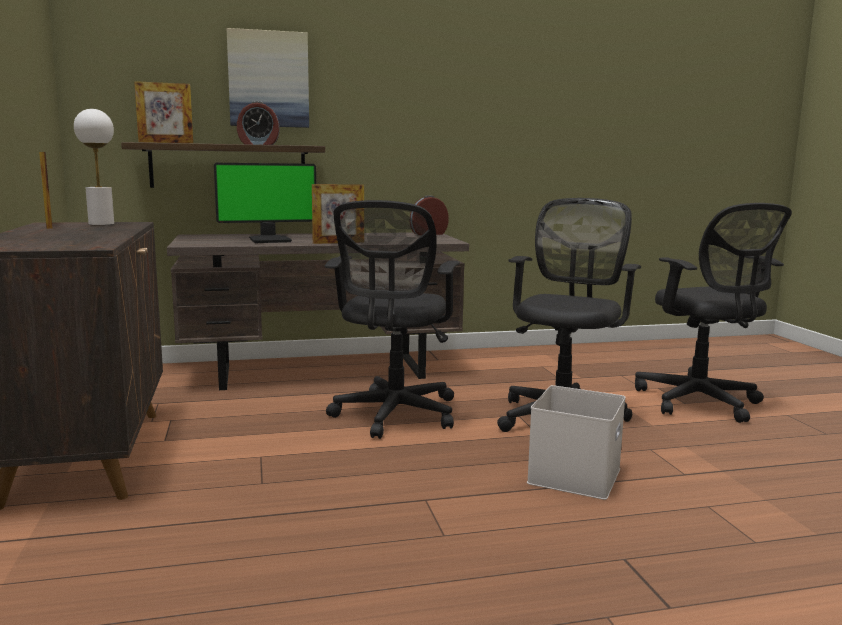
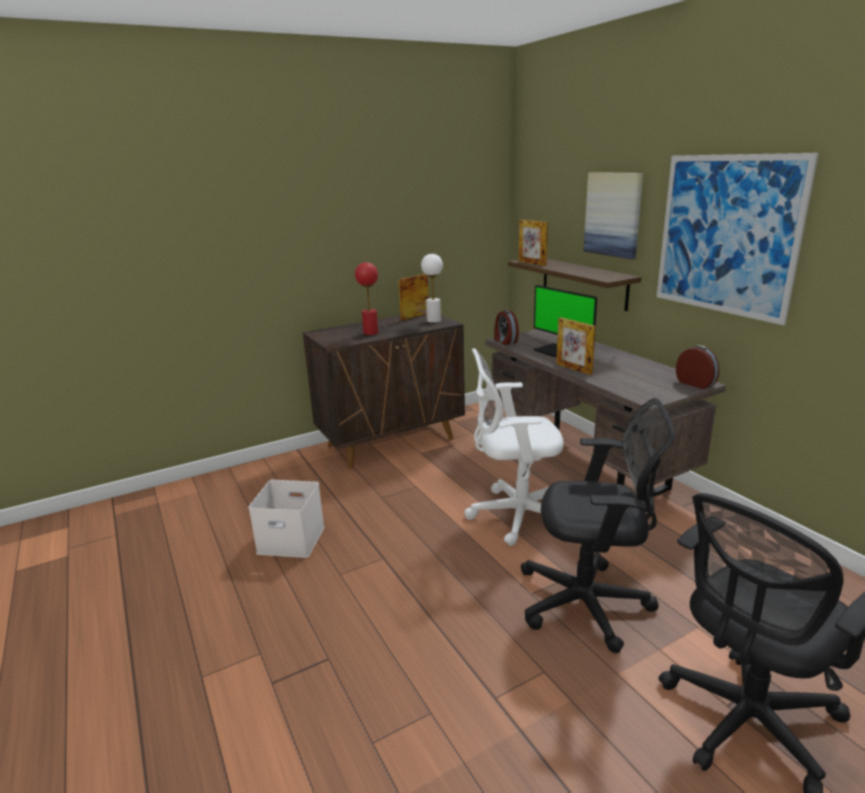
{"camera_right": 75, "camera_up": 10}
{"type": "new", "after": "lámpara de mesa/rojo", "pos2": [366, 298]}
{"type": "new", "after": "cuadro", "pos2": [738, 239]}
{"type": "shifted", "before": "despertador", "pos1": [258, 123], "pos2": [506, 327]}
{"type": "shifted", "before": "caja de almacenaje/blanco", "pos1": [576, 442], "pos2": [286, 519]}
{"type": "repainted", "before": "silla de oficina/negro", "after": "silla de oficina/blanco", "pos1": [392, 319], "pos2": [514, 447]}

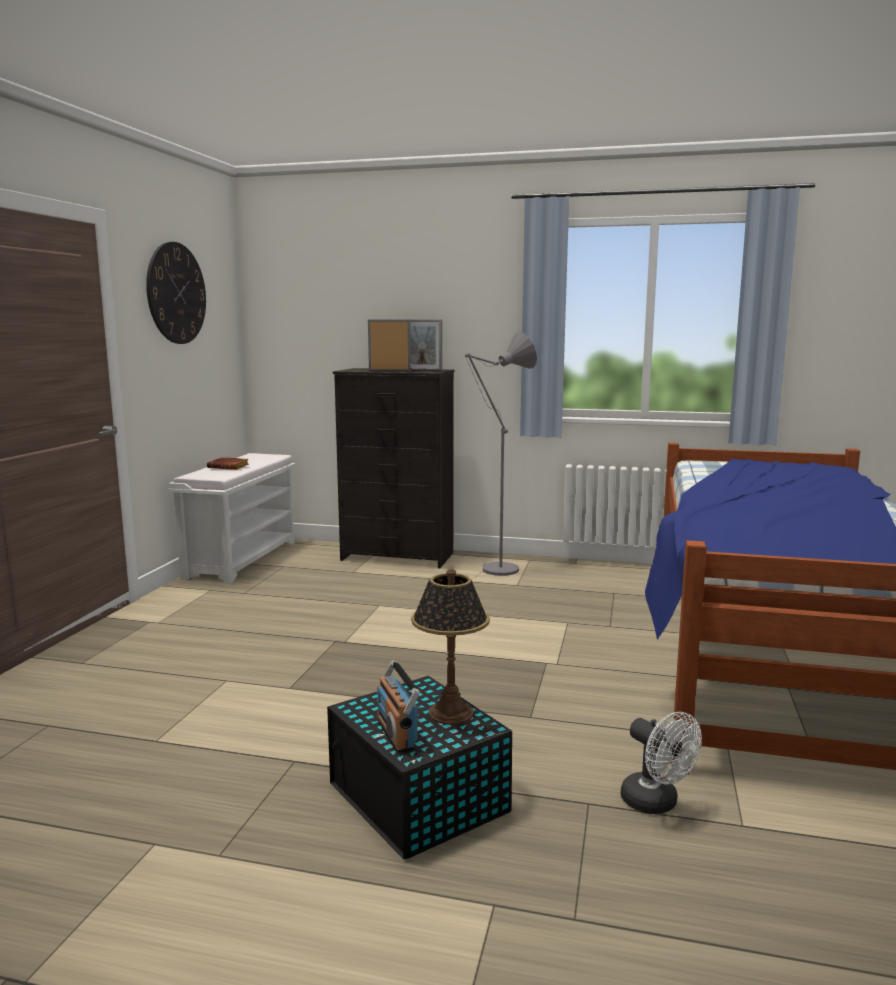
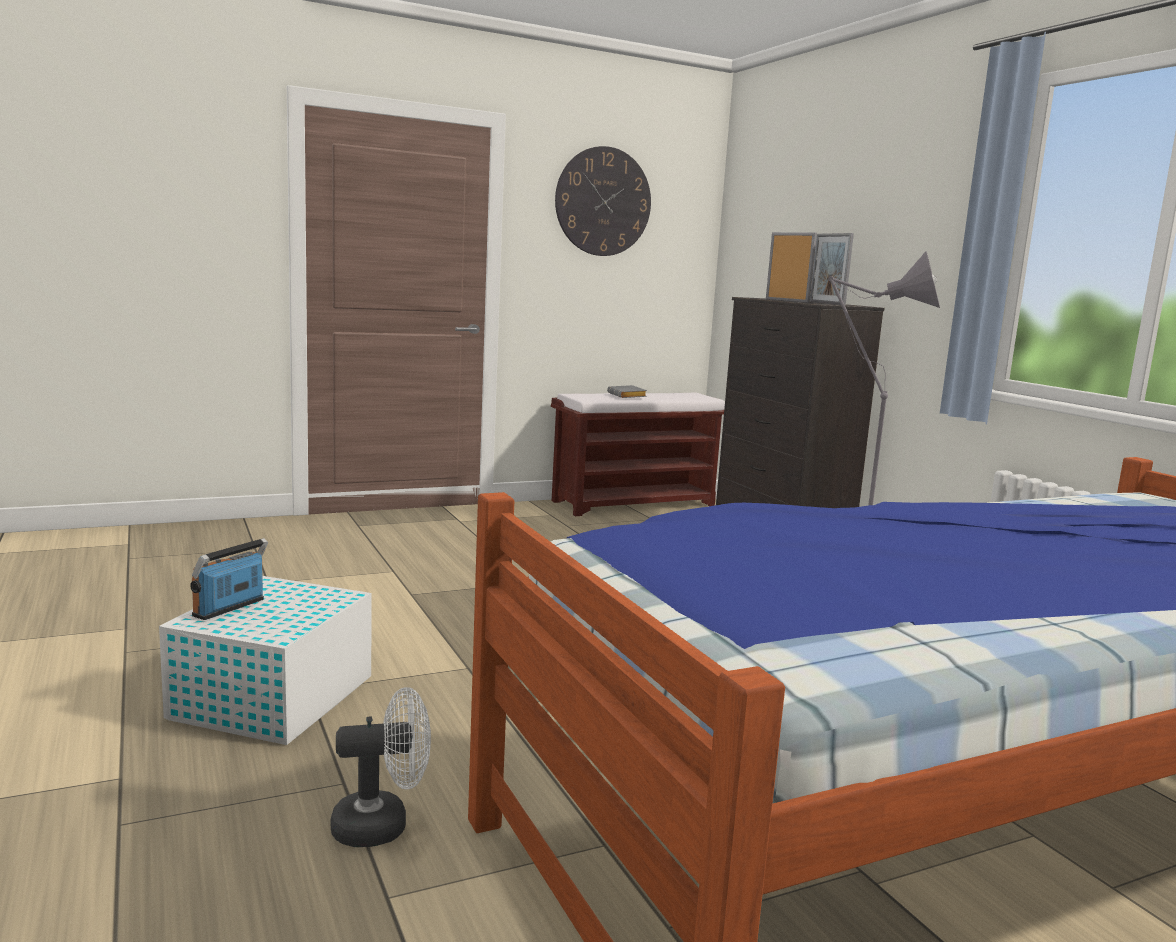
{"camera_right": 50, "camera_up": 0}
{"type": "gone", "before": "lámpara de mesa", "pos1": [450, 647]}
{"type": "repainted", "before": "banco/blanco", "after": "banco/marrón", "pos1": [232, 518], "pos2": [638, 454]}
{"type": "repainted", "before": "libro/marrón", "after": "libro/gris", "pos1": [228, 463], "pos2": [627, 391]}
{"type": "repainted", "before": "caja de almacenaje/negro", "after": "caja de almacenaje/blanco", "pos1": [419, 768], "pos2": [265, 660]}
{"type": "rotated", "before": "ventilador/blanco", "pos1": [661, 763], "pos2": [381, 767], "turn": -120}

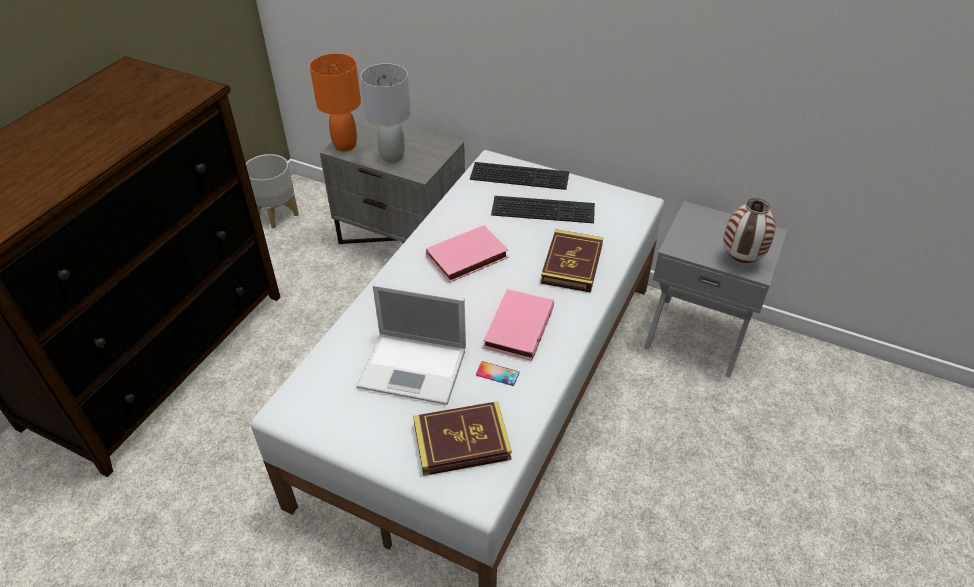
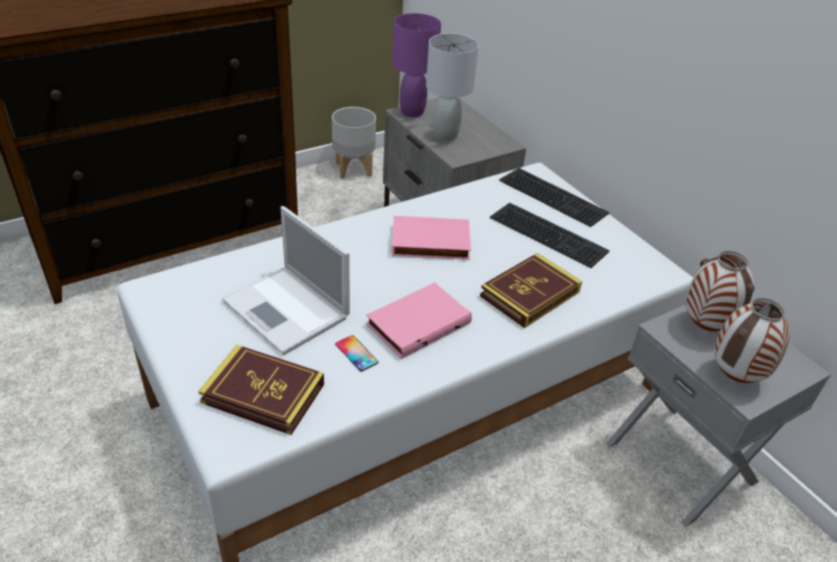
{"camera_right": 30, "camera_up": -5}
{"type": "new", "after": "florero", "pos2": [720, 291]}
{"type": "repainted", "before": "lámpara de mesa/naranja", "after": "lámpara de mesa/morado", "pos1": [335, 102], "pos2": [416, 65]}

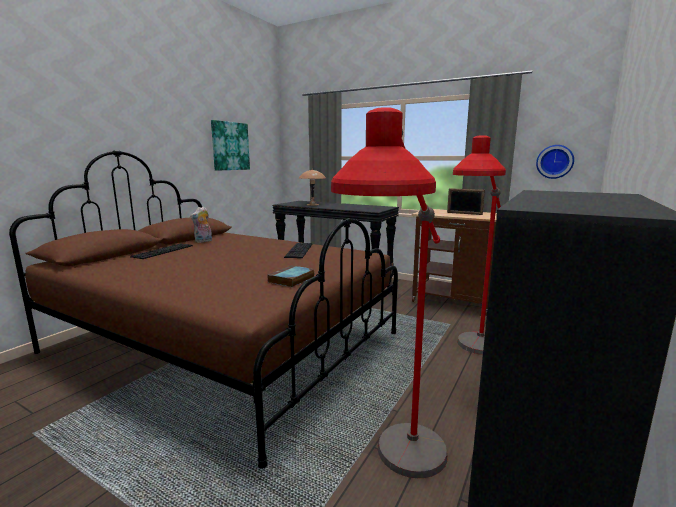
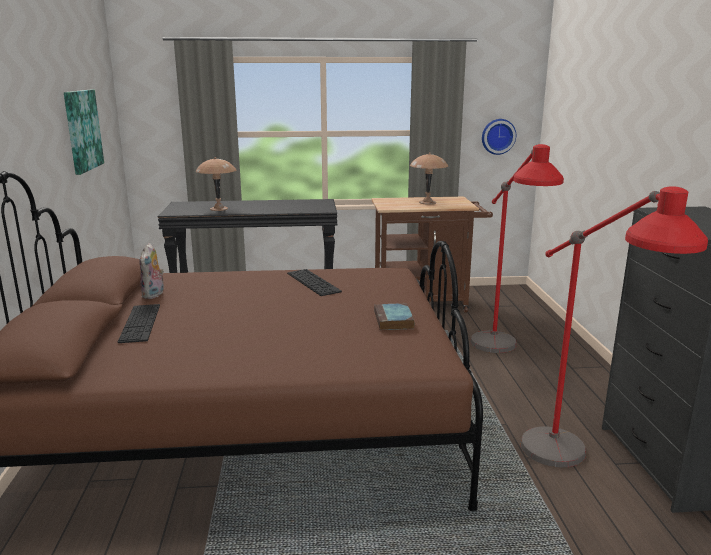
{"camera_right": -35, "camera_up": 5}
{"type": "swapped", "before": "portarretratos", "after": "lámpara de mesa/marrón", "pos1": [466, 201], "pos2": [429, 178]}

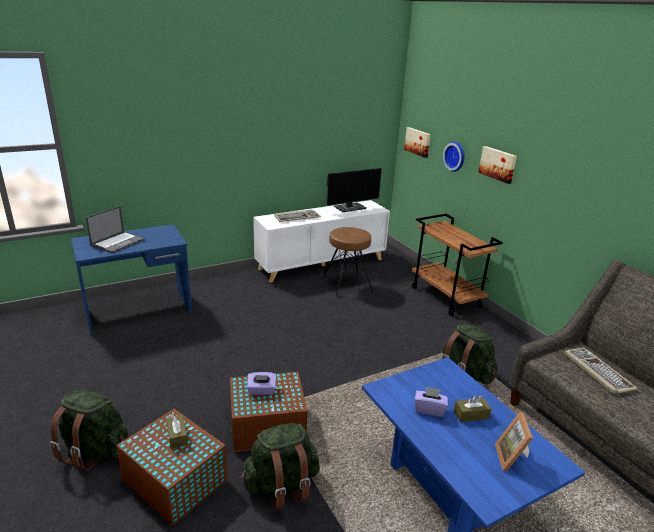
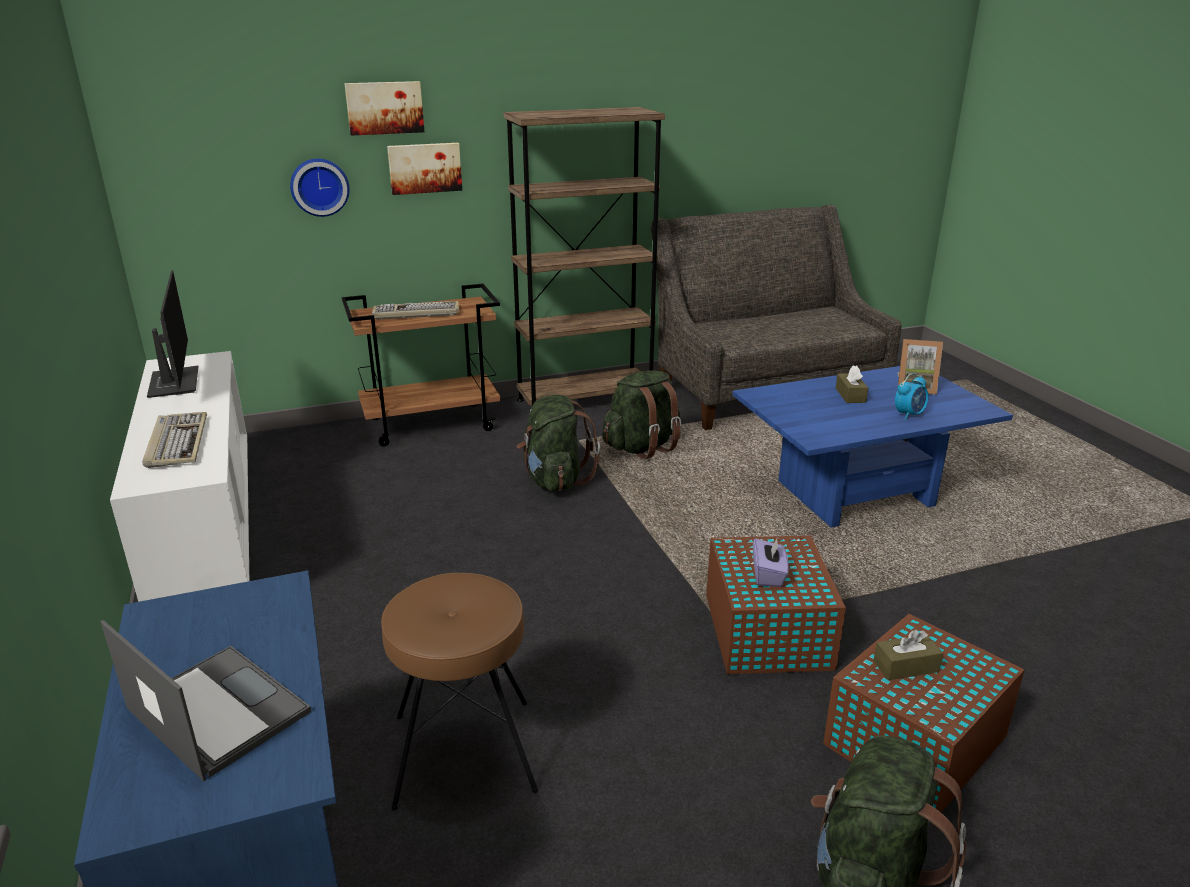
{"camera_right": -80, "camera_up": 0}
{"type": "gone", "before": "caja de pañuelos/morado", "pos1": [431, 401]}
{"type": "new", "after": "estantería/marrón", "pos2": [584, 256]}
{"type": "new", "after": "despertador", "pos2": [912, 396]}
{"type": "shifted", "before": "mochila/verde", "pos1": [280, 466], "pos2": [558, 443]}
{"type": "shifted", "before": "taburete/marrón", "pos1": [348, 262], "pos2": [459, 692]}
{"type": "shifted", "before": "cuadro", "pos1": [417, 142], "pos2": [384, 108]}
{"type": "shifted", "before": "teclado", "pos1": [600, 371], "pos2": [415, 310]}

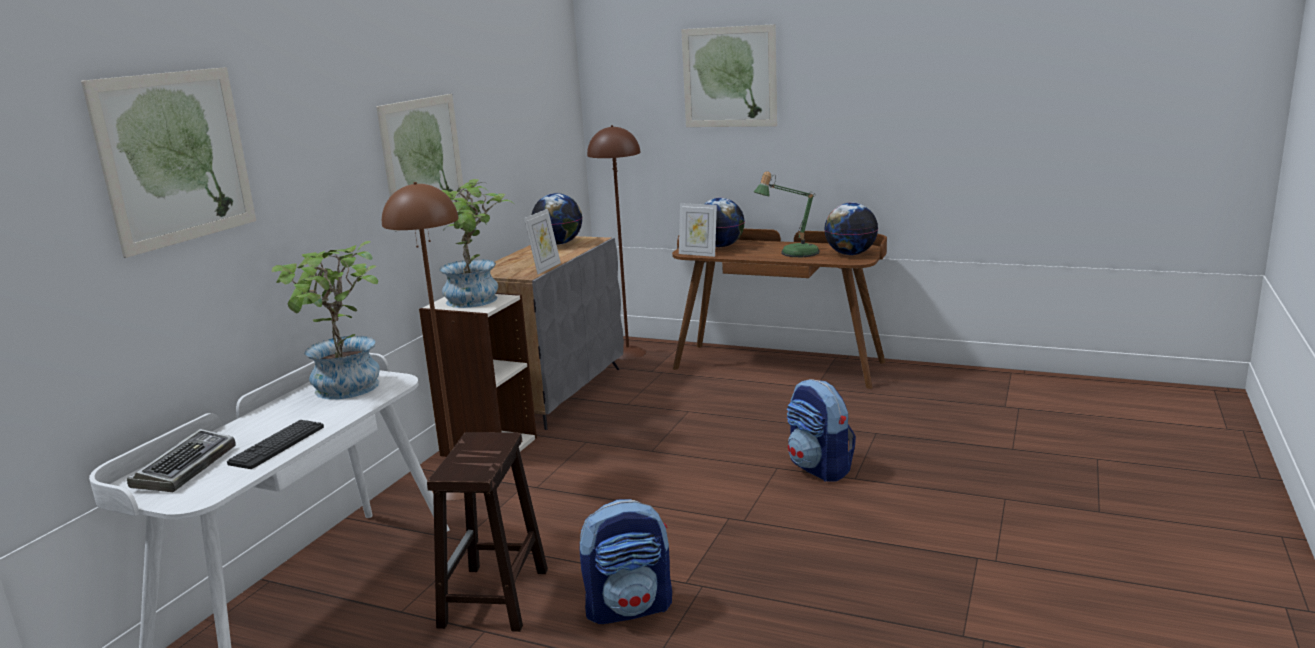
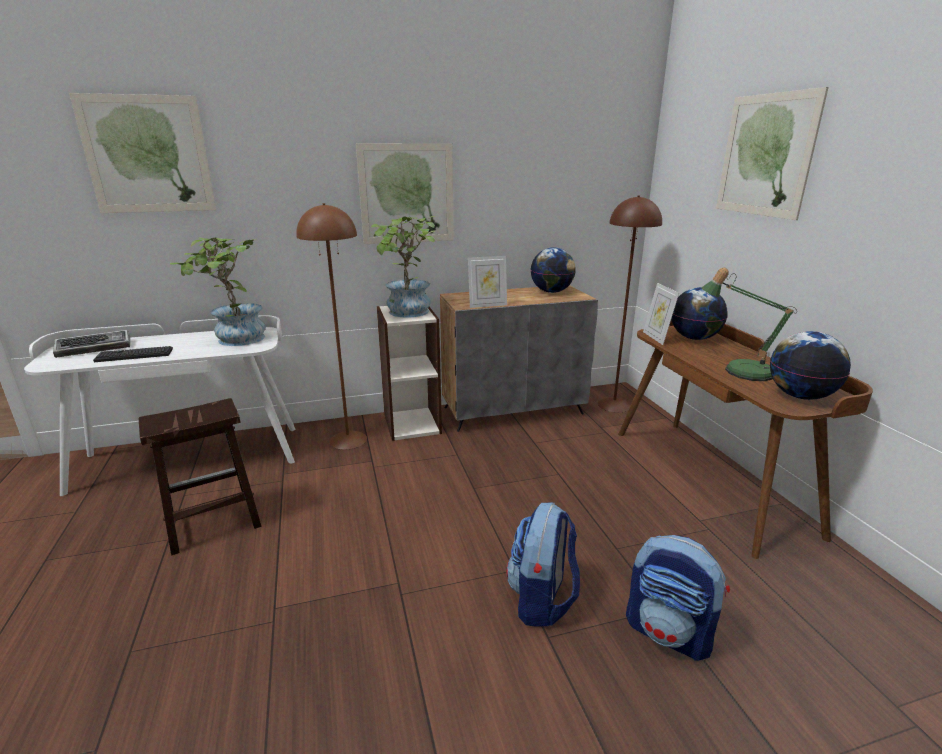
{"camera_right": 50, "camera_up": 5}
{"type": "shifted", "before": "mochila", "pos1": [625, 561], "pos2": [678, 598]}

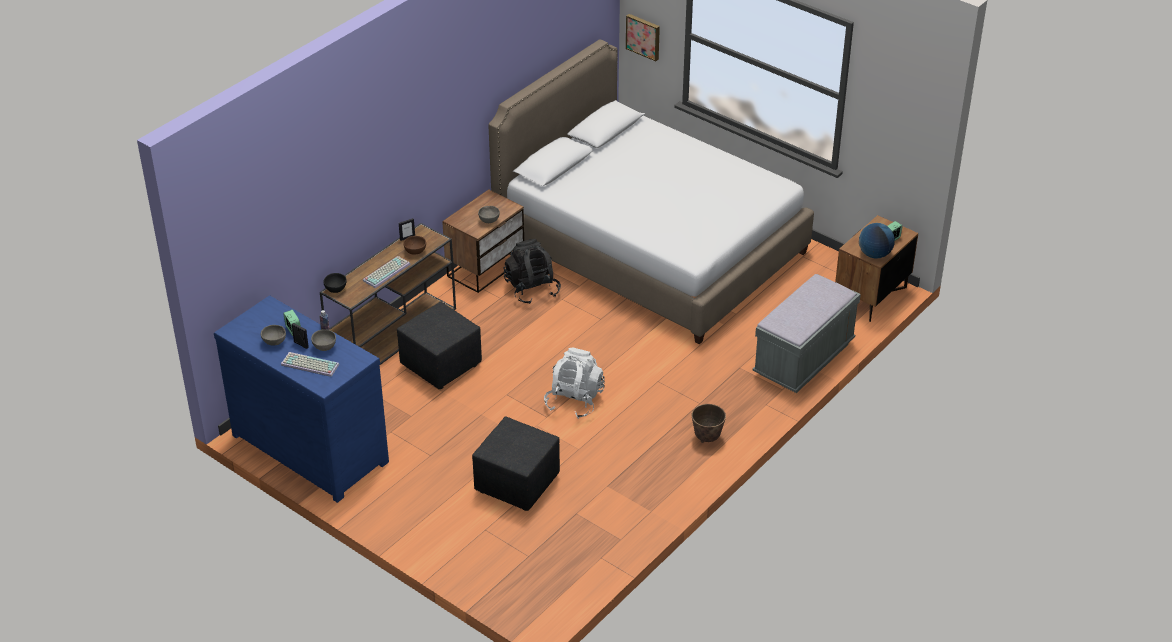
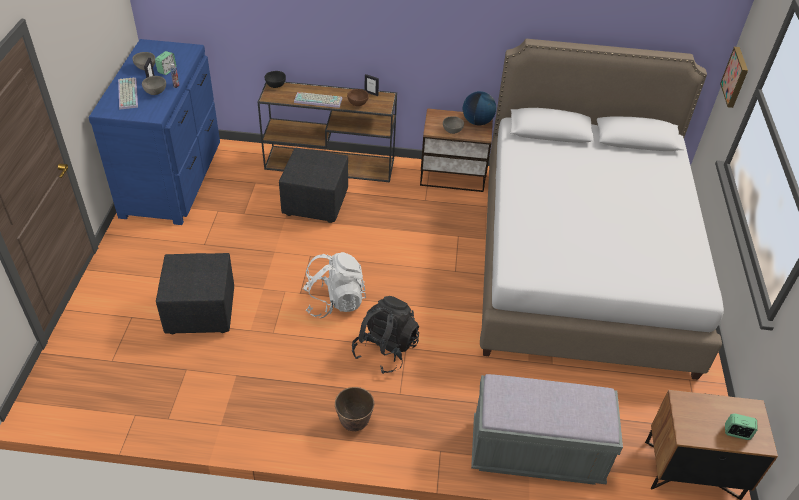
{"camera_right": 55, "camera_up": 5}
{"type": "shifted", "before": "mochila/negro", "pos1": [532, 271], "pos2": [385, 335]}
{"type": "shifted", "before": "globo terráqueo", "pos1": [877, 241], "pos2": [479, 108]}

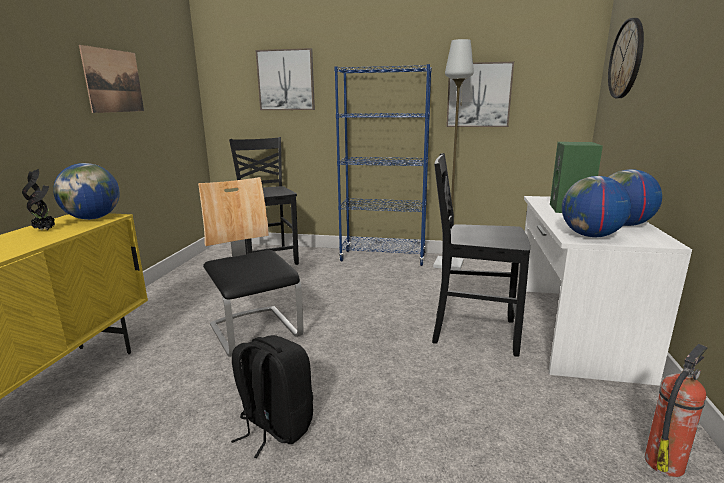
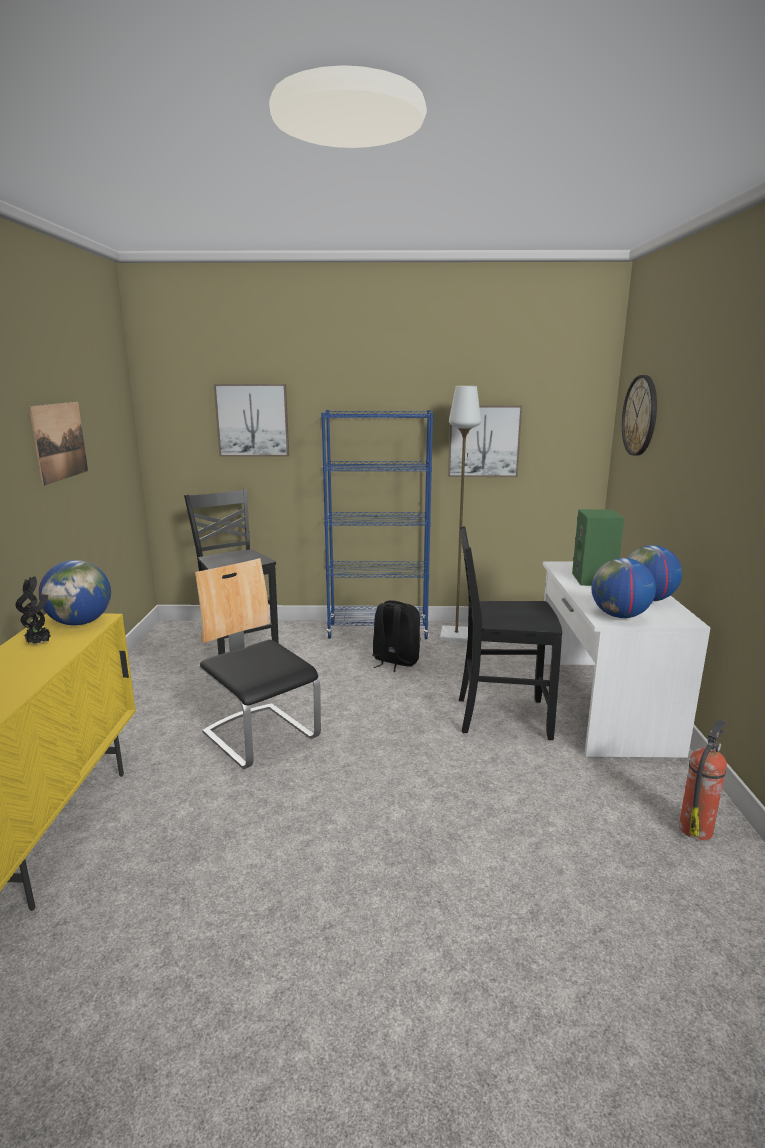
{"camera_right": -10, "camera_up": 0}
{"type": "shifted", "before": "mochila/negro", "pos1": [272, 396], "pos2": [396, 636]}

